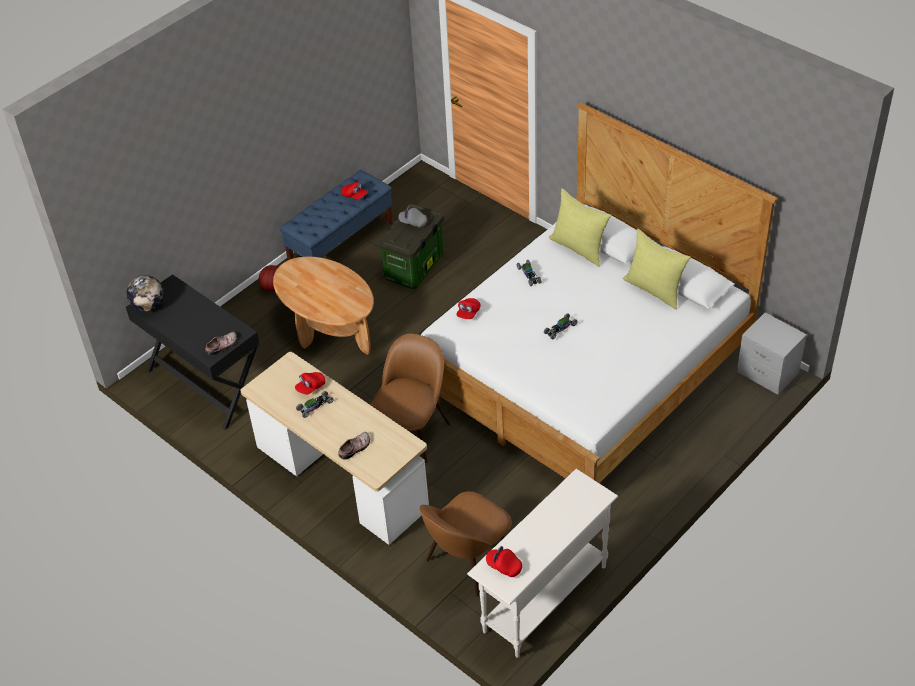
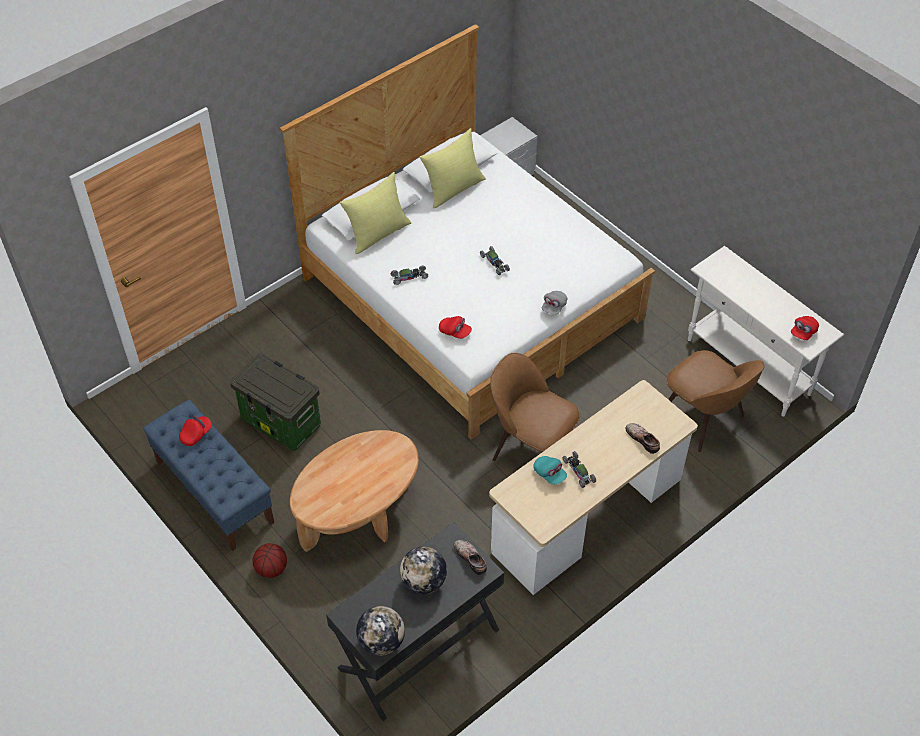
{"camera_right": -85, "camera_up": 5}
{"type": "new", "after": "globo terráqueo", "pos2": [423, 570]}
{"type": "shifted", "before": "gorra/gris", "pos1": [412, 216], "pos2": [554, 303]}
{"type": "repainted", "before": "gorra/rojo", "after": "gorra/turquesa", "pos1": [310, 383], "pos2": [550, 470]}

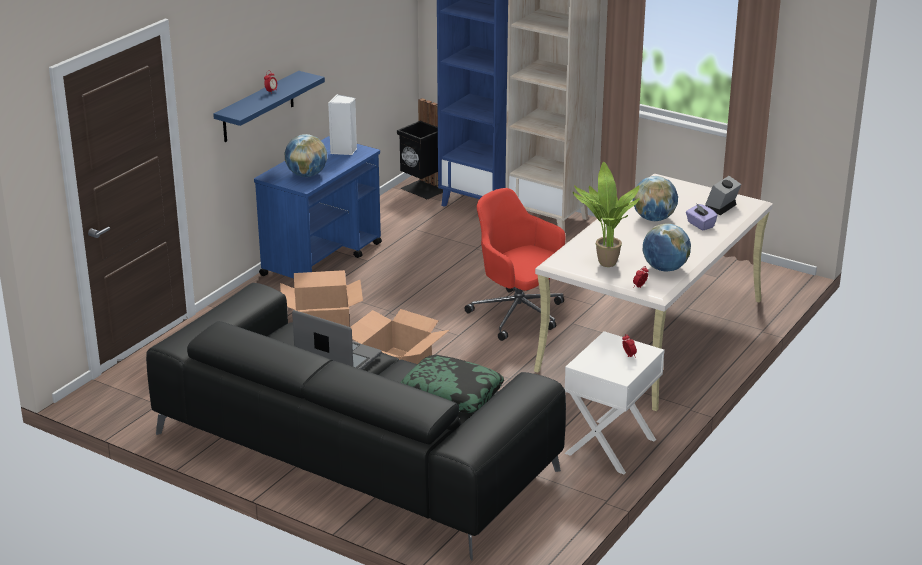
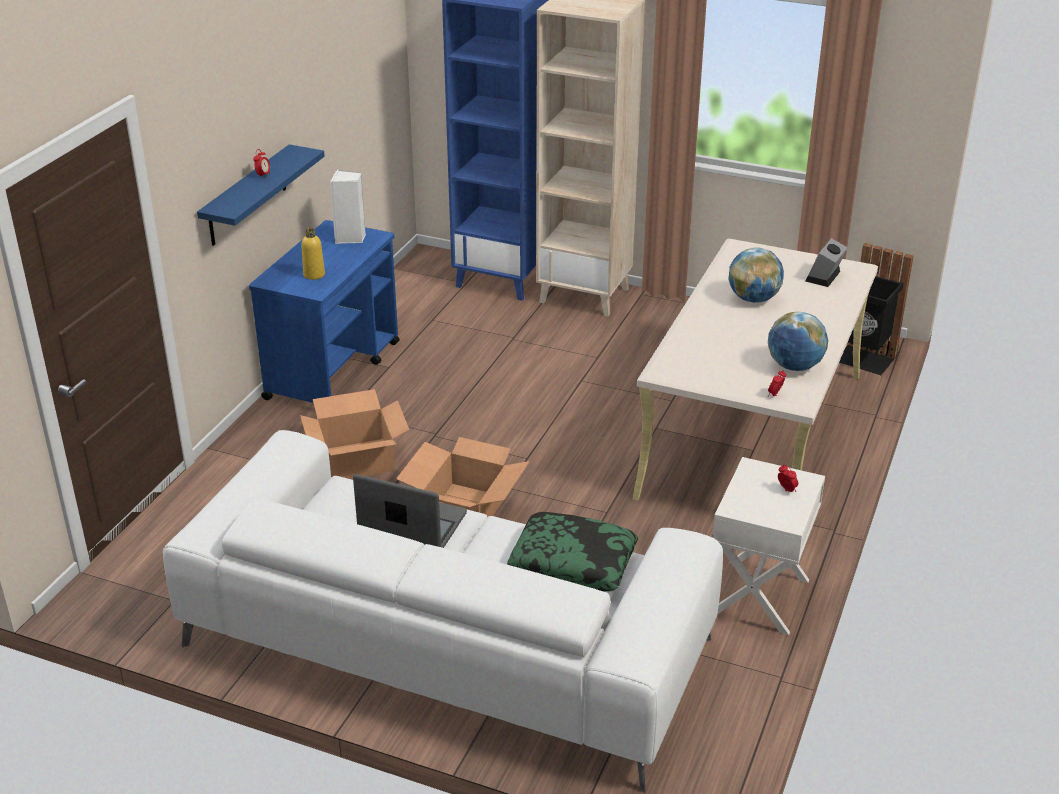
{"camera_right": -10, "camera_up": 5}
{"type": "gone", "before": "silla de oficina/rojo", "pos1": [514, 264]}
{"type": "gone", "before": "planta en maceta", "pos1": [606, 214]}
{"type": "gone", "before": "caja de pañuelos/morado", "pos1": [702, 216]}
{"type": "shifted", "before": "papelera/negro", "pos1": [420, 149], "pos2": [876, 309]}
{"type": "swapped", "before": "globo terráqueo", "after": "botella/amarillo", "pos1": [306, 155], "pos2": [313, 254]}
{"type": "repainted", "before": "sofá/negro", "after": "sofá/blanco", "pos1": [356, 422], "pos2": [443, 611]}

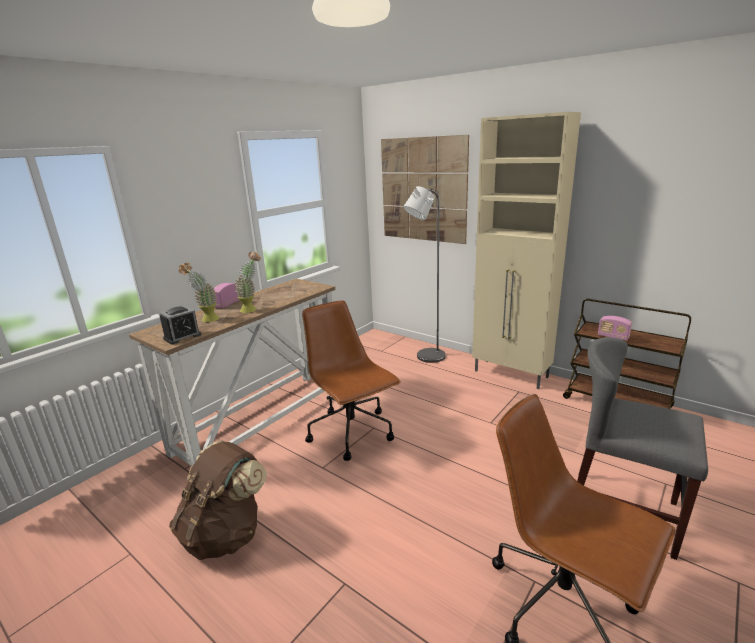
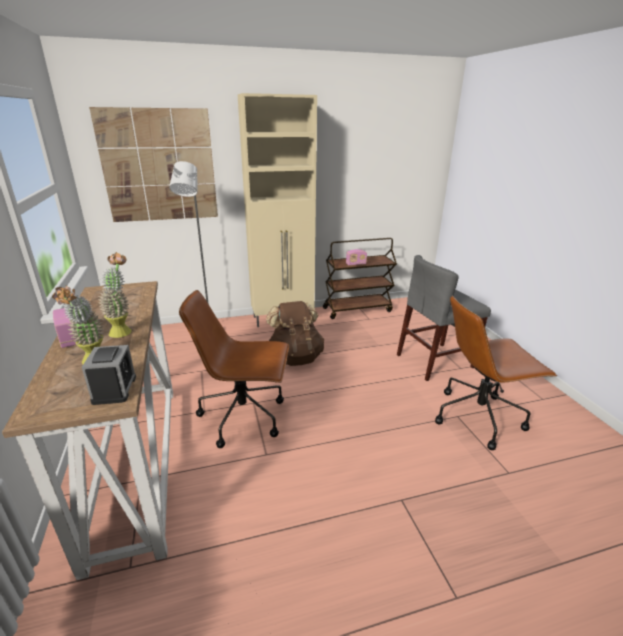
{"camera_right": -55, "camera_up": 5}
{"type": "shifted", "before": "mochila/marrón", "pos1": [218, 500], "pos2": [295, 333]}

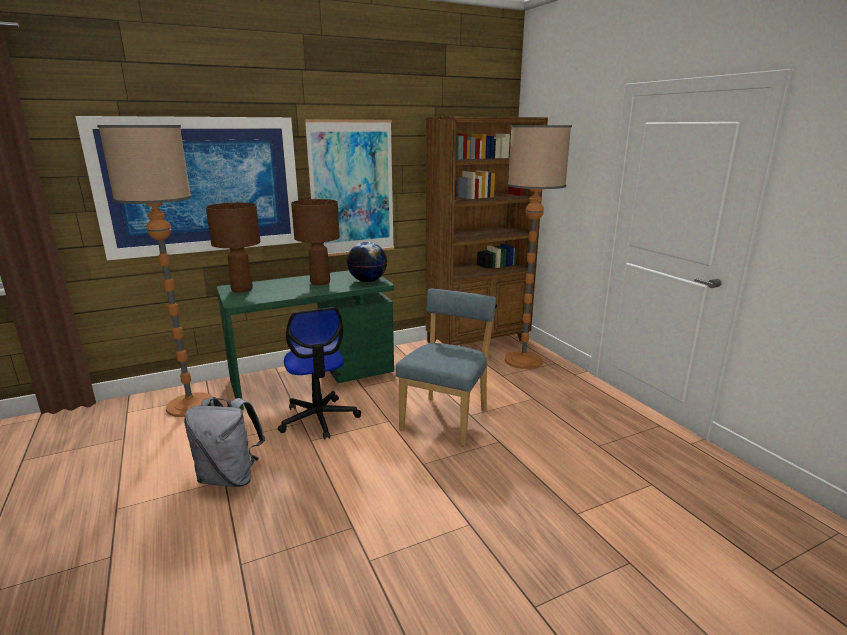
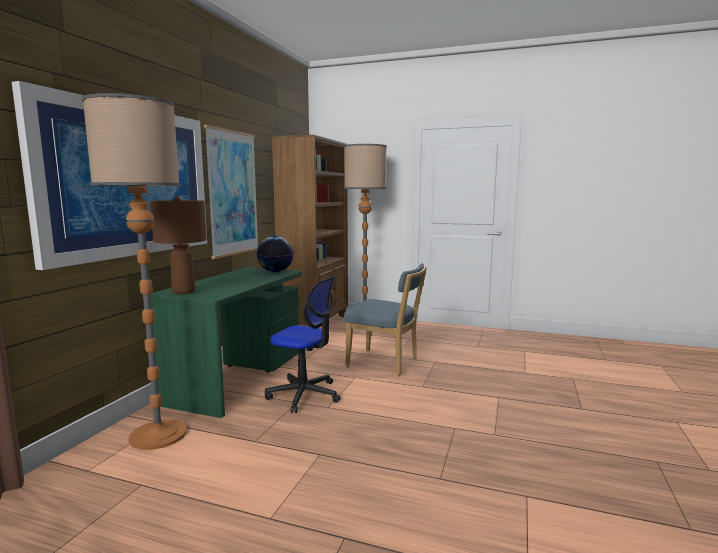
{"camera_right": -45, "camera_up": -10}
{"type": "gone", "before": "mochila/gris", "pos1": [224, 442]}
{"type": "gone", "before": "lámpara de mesa/marrón", "pos1": [315, 241]}
{"type": "rotated", "before": "silla/azul", "pos1": [446, 367], "pos2": [385, 319], "turn": 135}

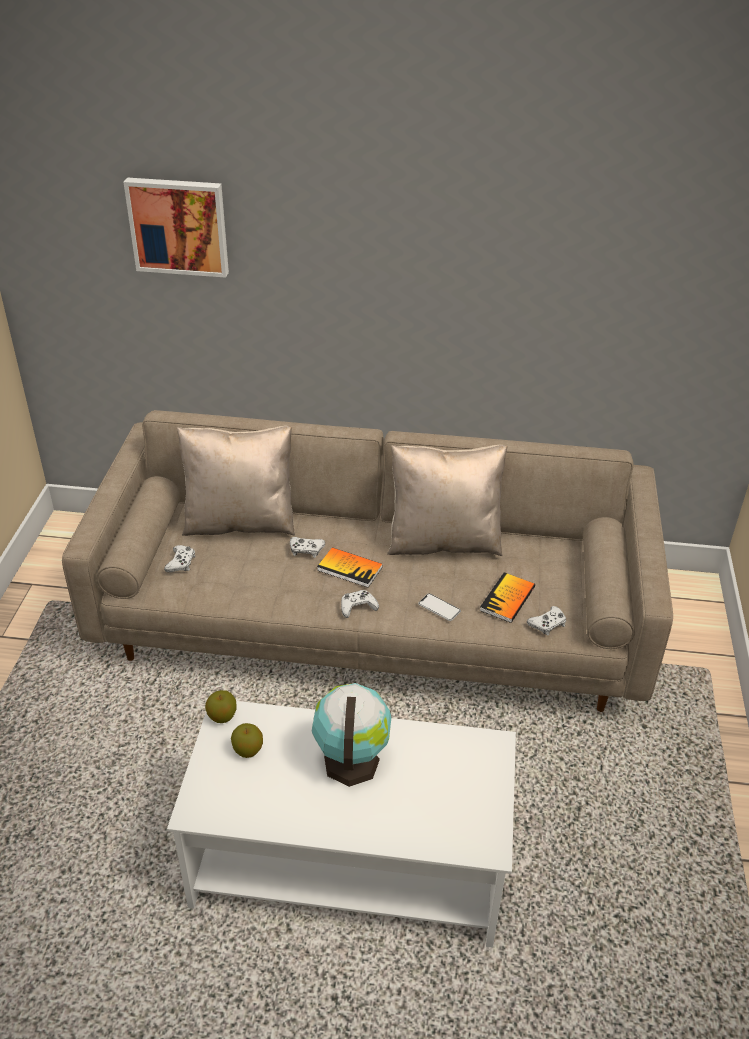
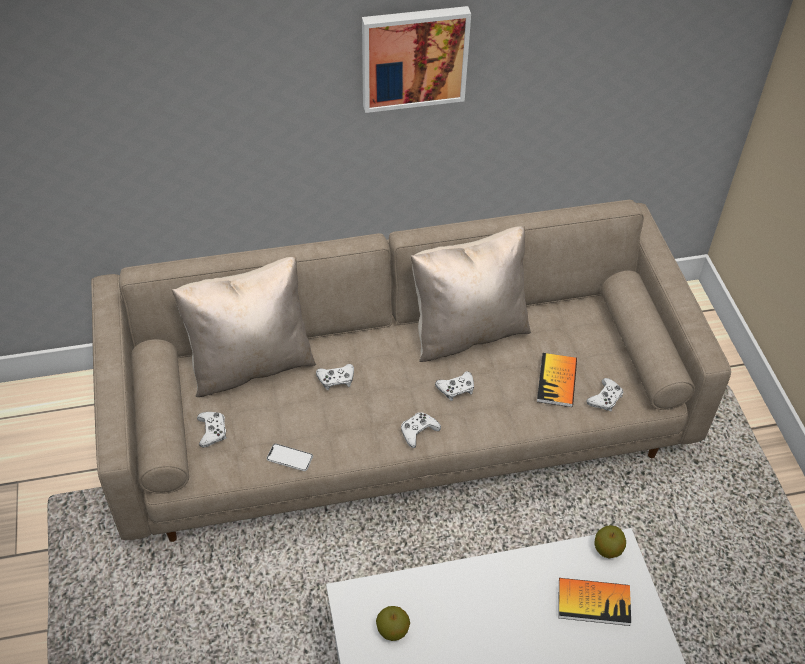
{"camera_right": -20, "camera_up": 10}
{"type": "gone", "before": "globo terráqueo", "pos1": [352, 735]}
{"type": "new", "after": "mando de consola/blanco", "pos2": [454, 386]}
{"type": "shifted", "before": "cuadro", "pos1": [176, 228], "pos2": [416, 59]}
{"type": "shifted", "before": "manzana", "pos1": [220, 706], "pos2": [610, 541]}
{"type": "shifted", "before": "libro", "pos1": [350, 567], "pos2": [594, 602]}
{"type": "shifted", "before": "móvil", "pos1": [439, 607], "pos2": [289, 457]}

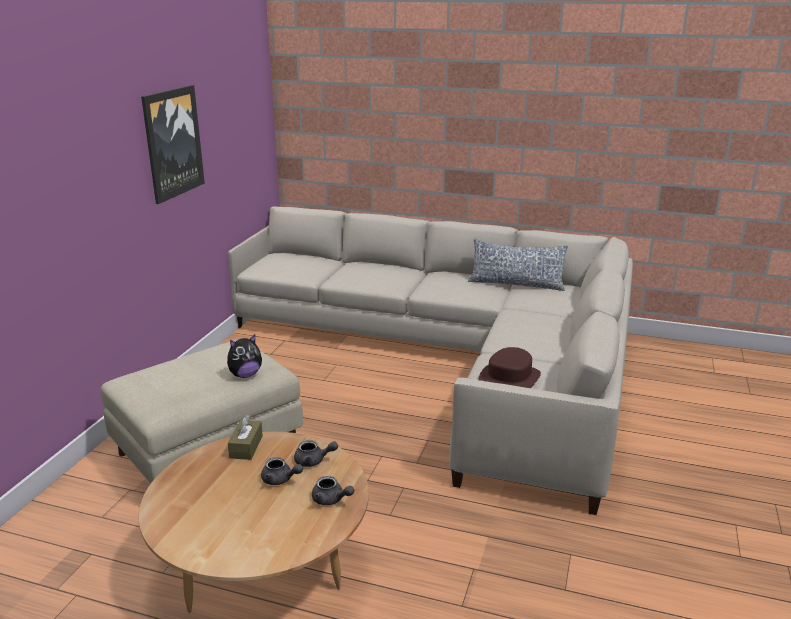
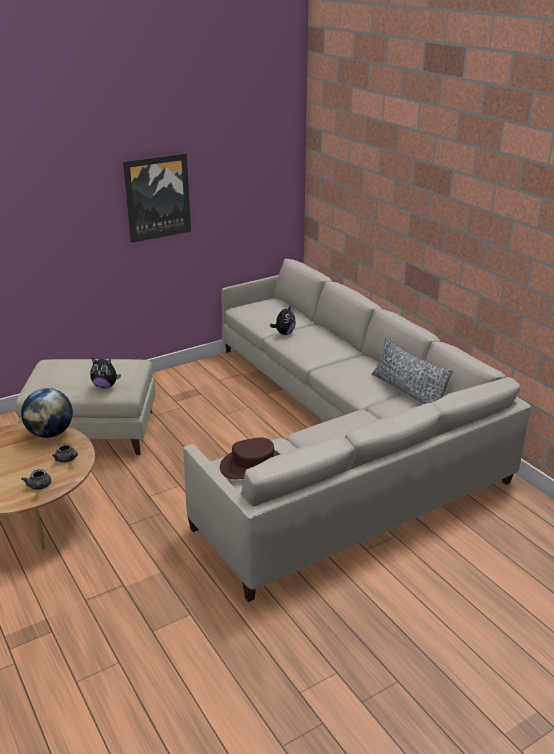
{"camera_right": 40, "camera_up": 5}
{"type": "gone", "before": "tetera/gris", "pos1": [282, 471]}
{"type": "new", "after": "peluche", "pos2": [283, 320]}
{"type": "swapped", "before": "caja de pañuelos/marrón", "after": "globo terráqueo", "pos1": [245, 437], "pos2": [47, 413]}

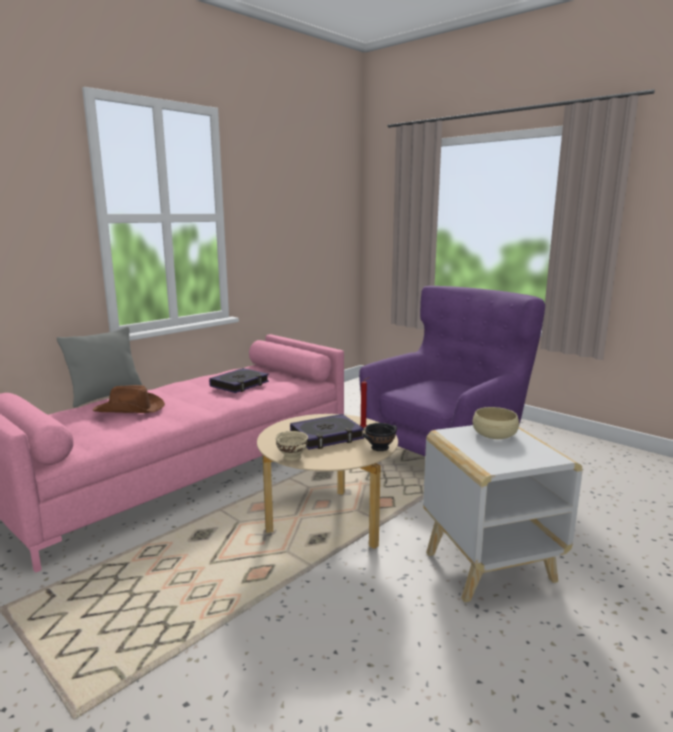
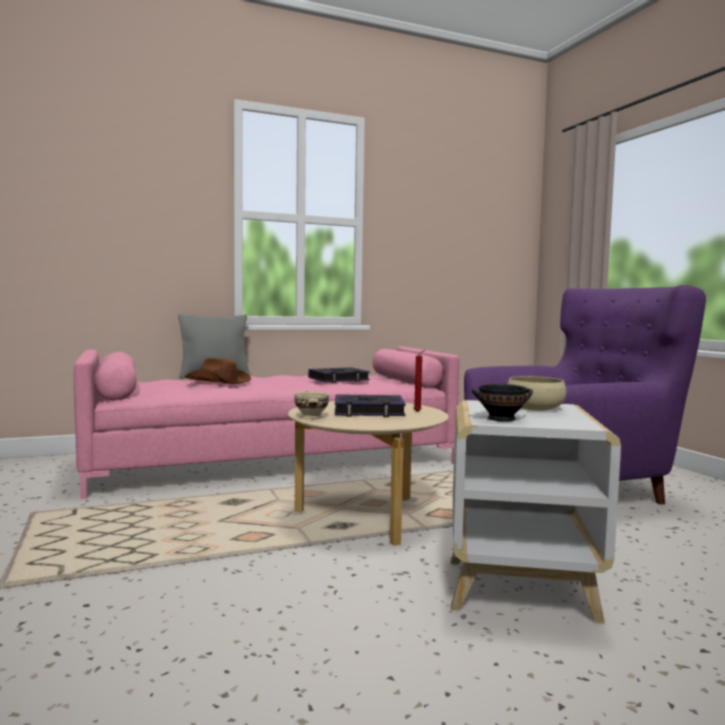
{"camera_right": 25, "camera_up": -10}
{"type": "shifted", "before": "cuenco/negro", "pos1": [380, 437], "pos2": [502, 402]}

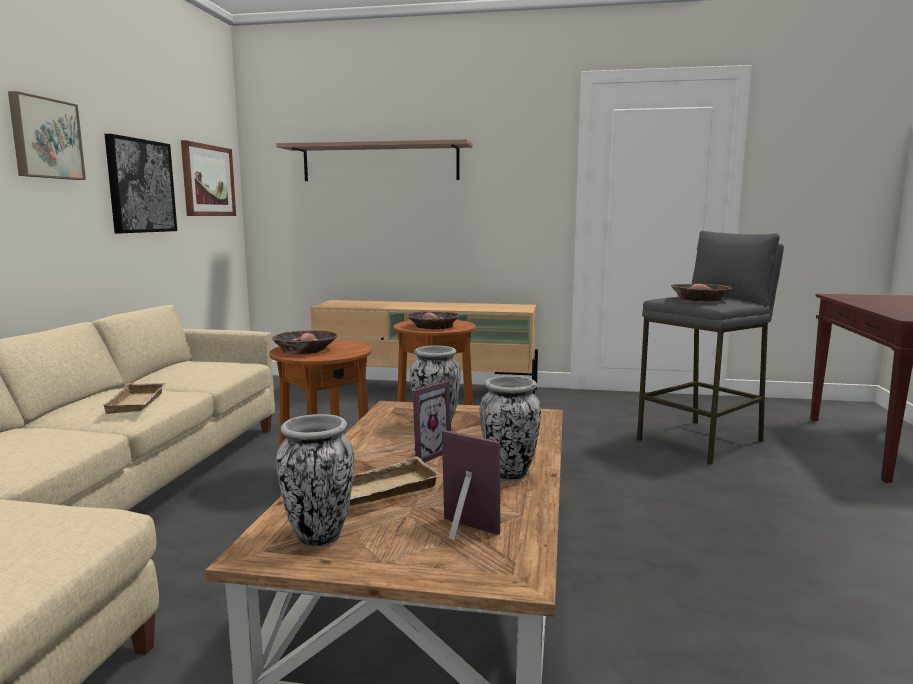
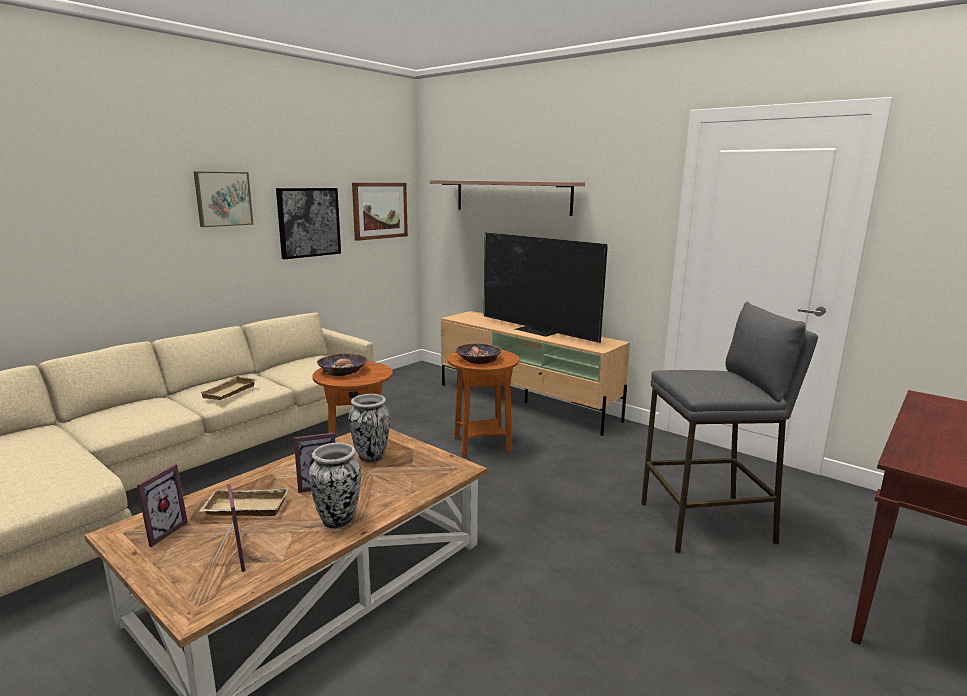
{"camera_right": 30, "camera_up": 5}
{"type": "gone", "before": "cuenco", "pos1": [701, 292]}
{"type": "new", "after": "televisor", "pos2": [546, 287]}
{"type": "swapped", "before": "florero", "after": "portarretratos", "pos1": [315, 480], "pos2": [162, 505]}

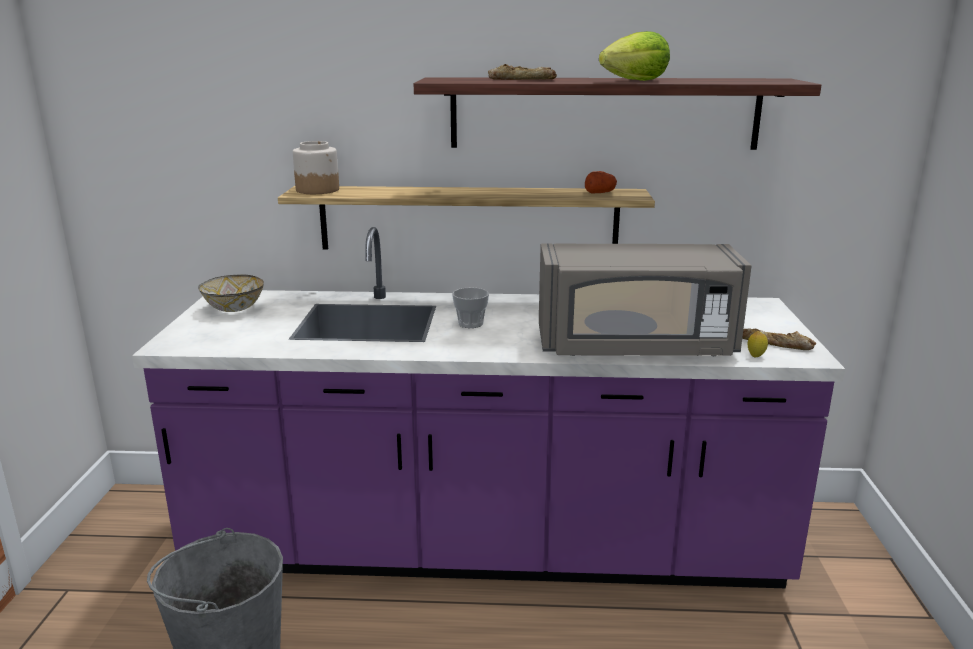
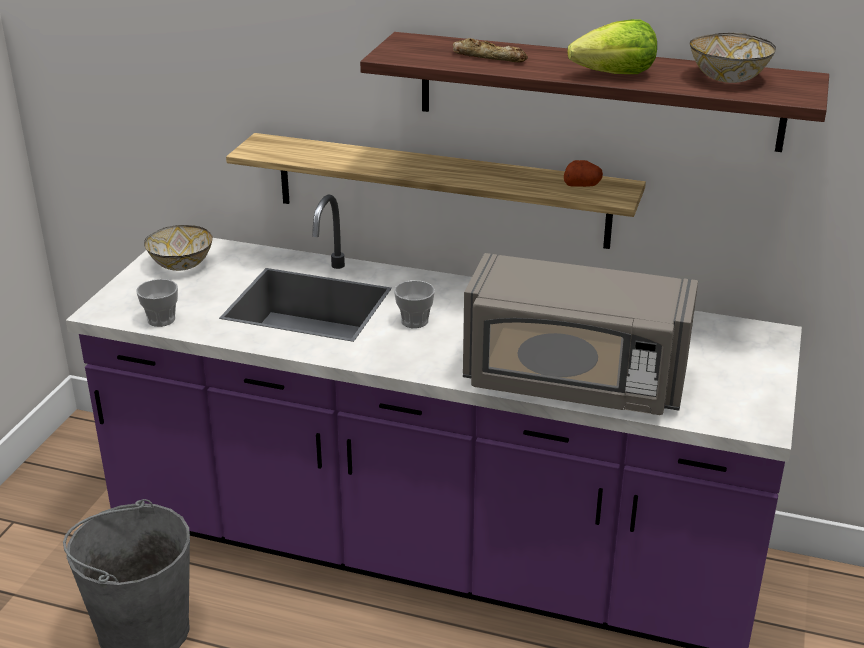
{"camera_right": 15, "camera_up": 10}
{"type": "gone", "before": "tarro", "pos1": [316, 167]}
{"type": "gone", "before": "pan", "pos1": [779, 339]}
{"type": "gone", "before": "limón", "pos1": [758, 344]}
{"type": "new", "after": "taza", "pos2": [157, 303]}
{"type": "new", "after": "cuenco", "pos2": [733, 58]}

